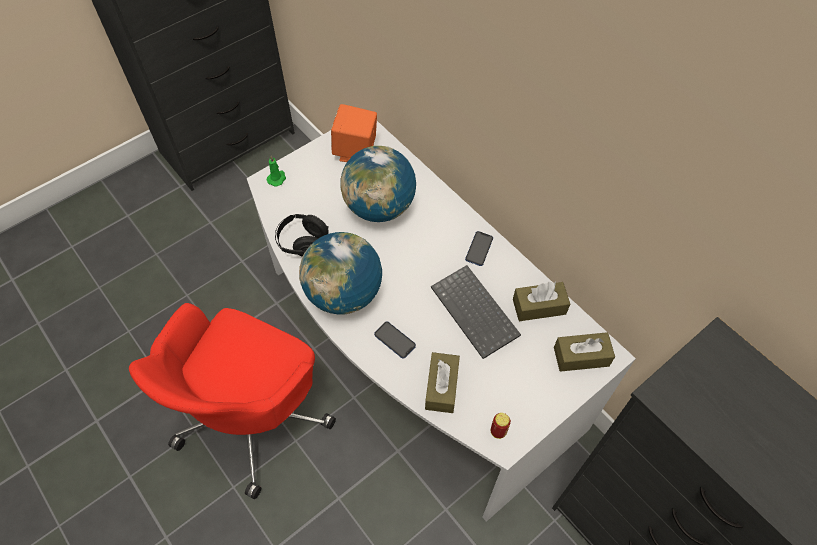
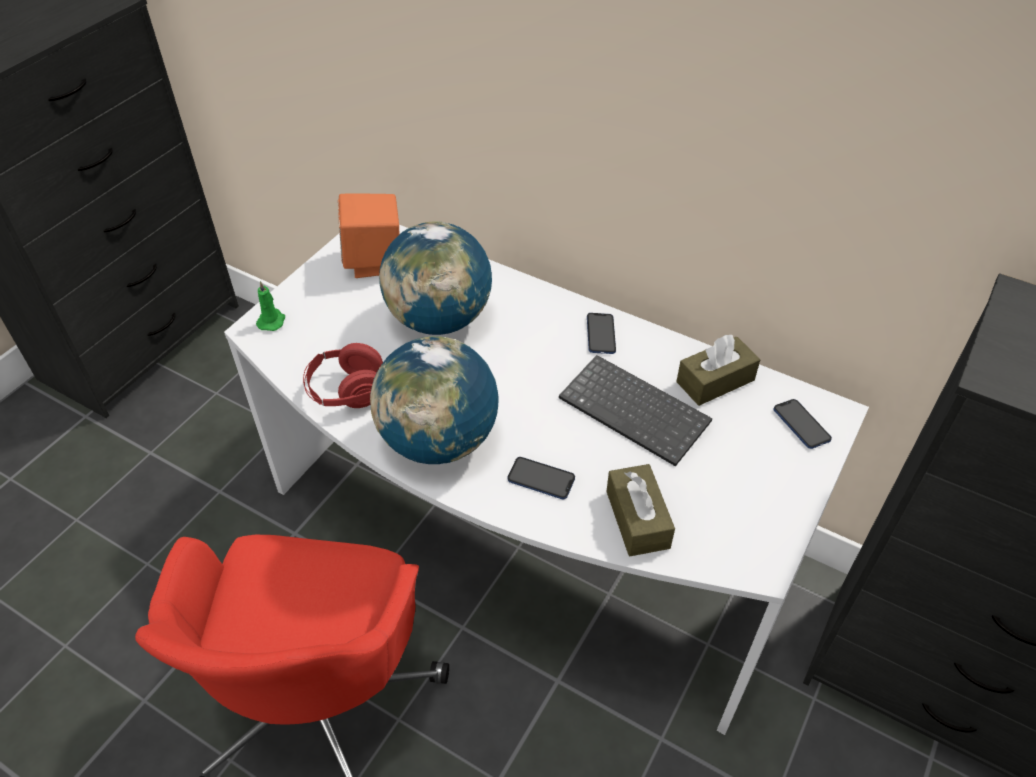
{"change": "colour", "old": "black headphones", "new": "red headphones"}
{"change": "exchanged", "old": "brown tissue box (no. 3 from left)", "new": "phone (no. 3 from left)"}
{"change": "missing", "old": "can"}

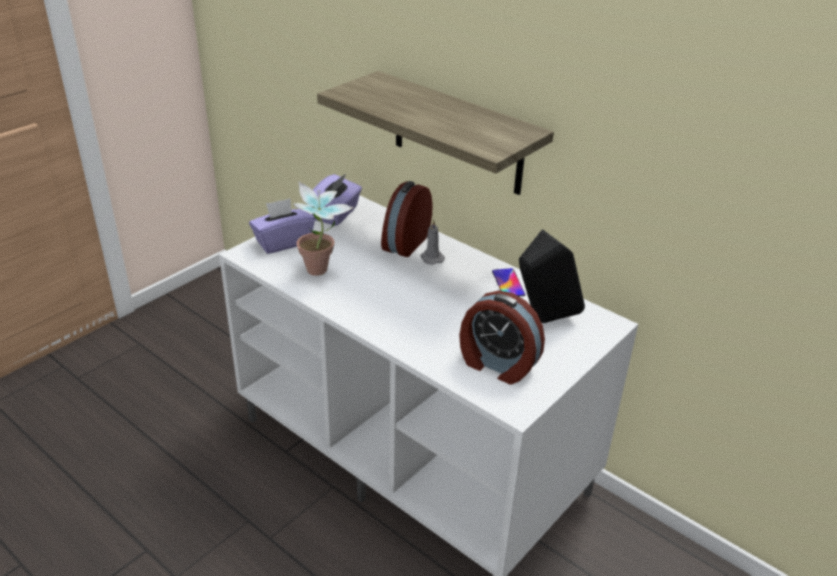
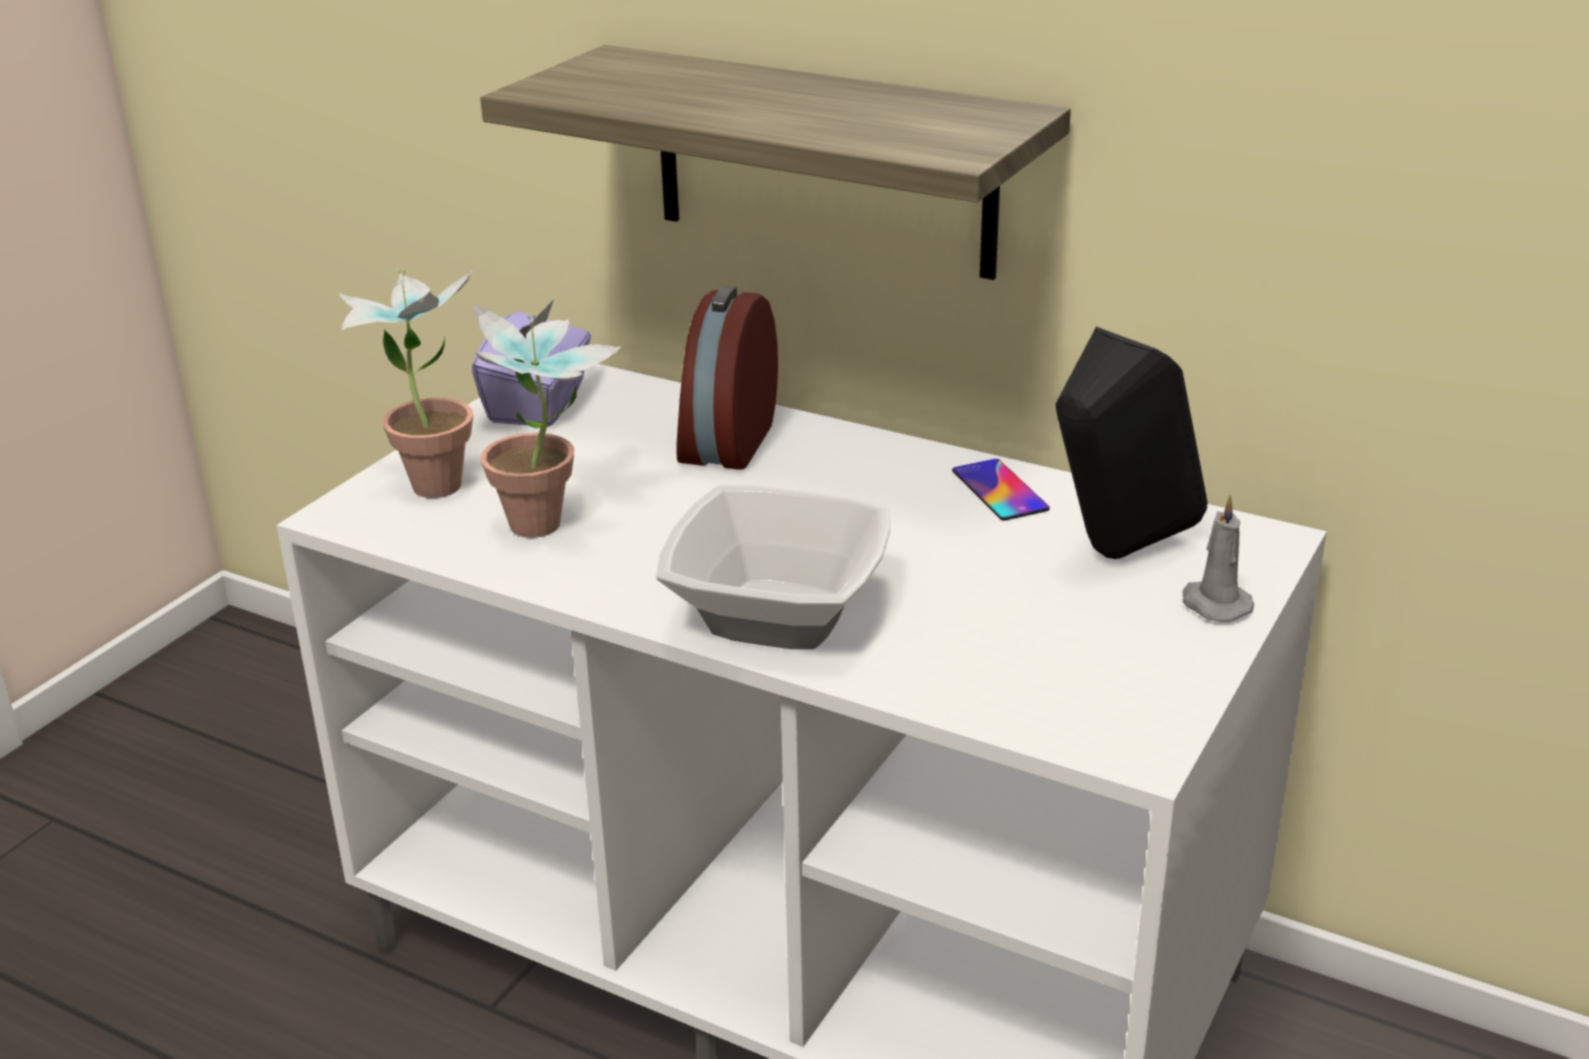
{"change": "exchanged", "old": "purple tissue box (no. 1 from left)", "new": "potted plant (no. 1 from left)"}
{"change": "relocated", "old": "grey candle"}
{"change": "missing", "old": "alarm clock (no. 2 from left)"}
{"change": "appeared", "new": "bowl"}

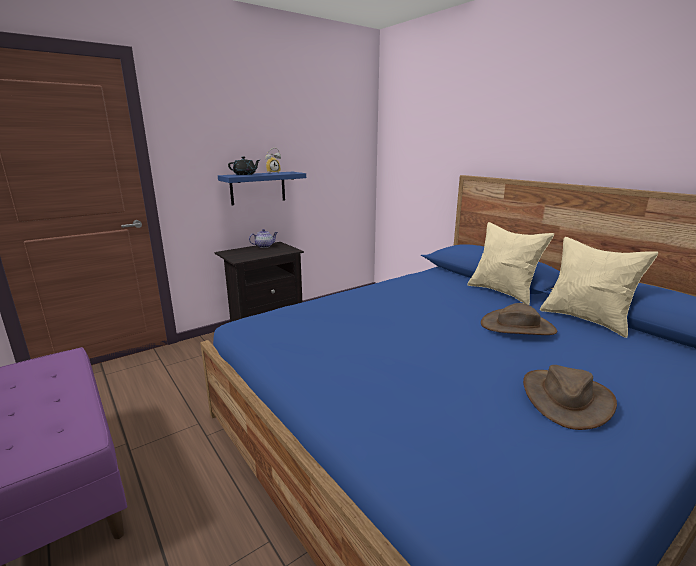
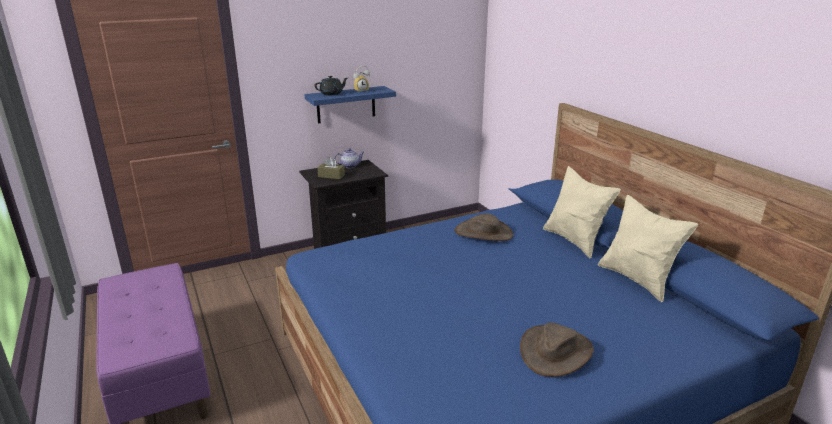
{"change": "relocated", "old": "brown hat (no. 1 from left)"}
{"change": "appeared", "new": "brown tissue box"}

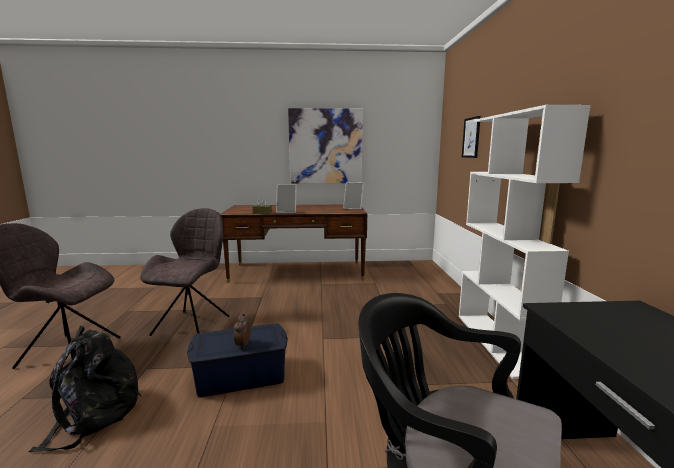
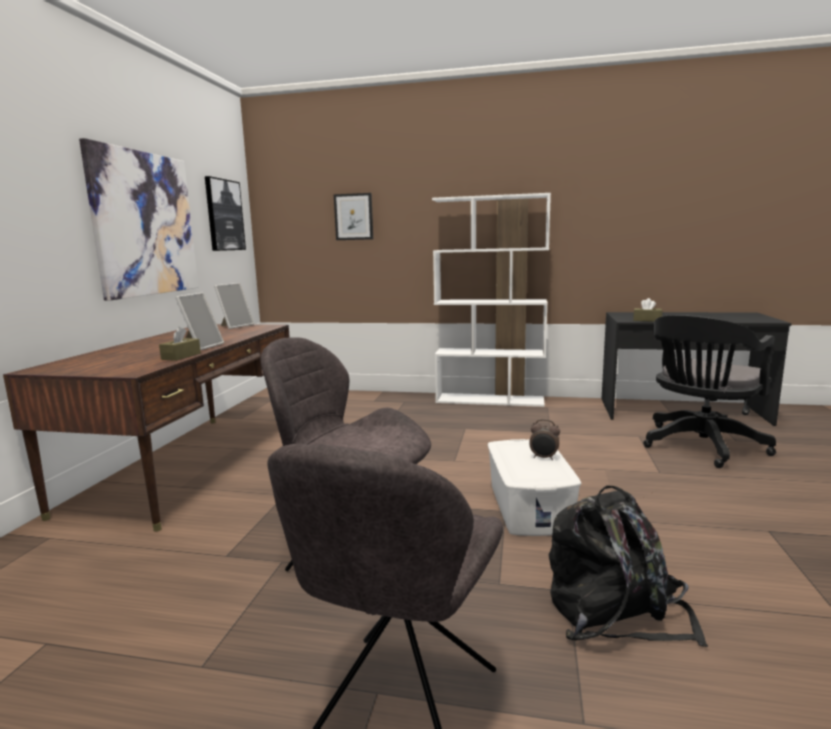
{"change": "colour", "old": "blue storage box", "new": "white storage box"}
{"change": "appeared", "new": "picture (no. 2 from left)"}
{"change": "appeared", "new": "brown tissue box (no. 2 from left)"}

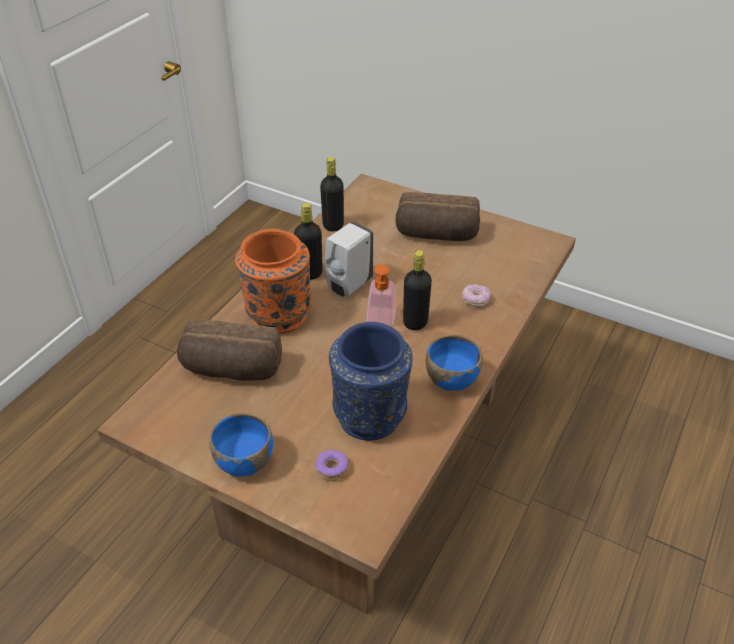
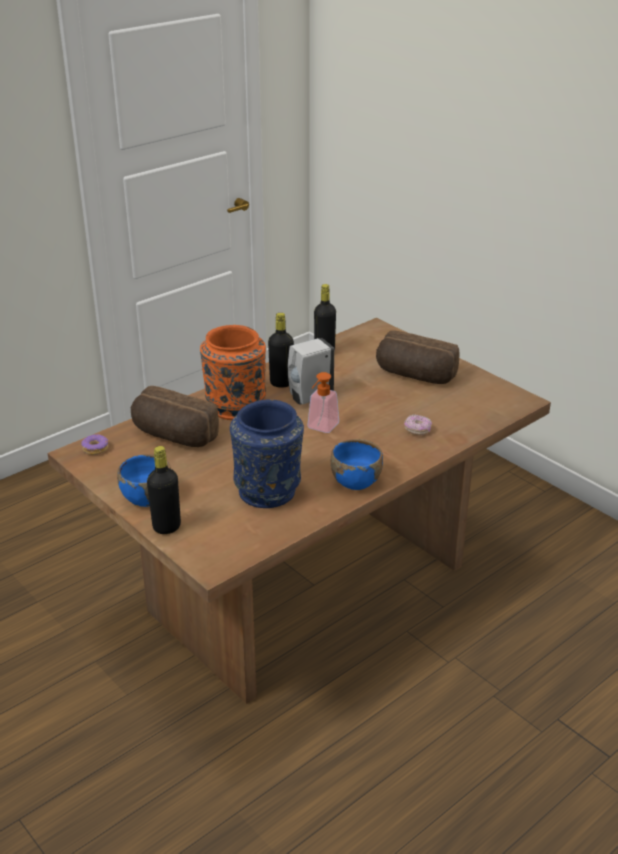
{"change": "relocated", "old": "black bottle (no. 3 from left in the first image)", "new": "black bottle (no. 1 from left)"}
{"change": "relocated", "old": "donut (no. 1 from left)"}

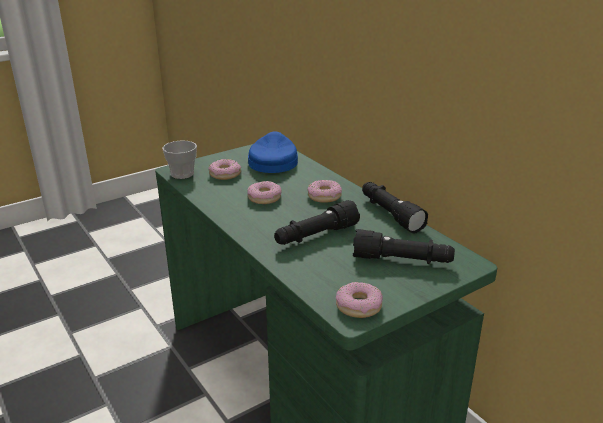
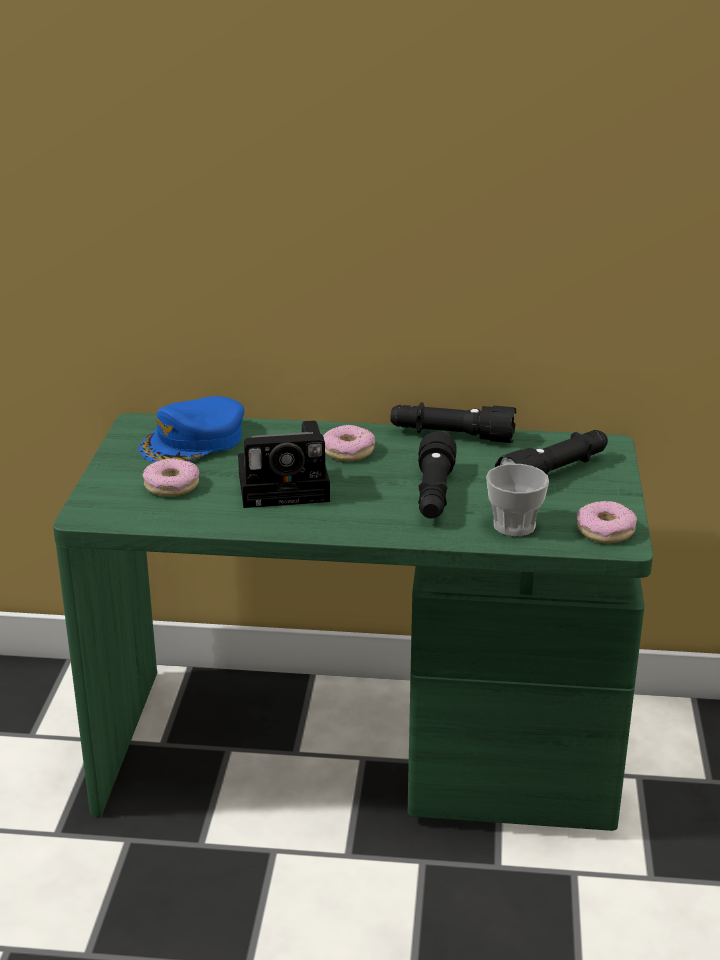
{"change": "spun", "old": "blue cap", "degrees": -90}
{"change": "relocated", "old": "cup"}
{"change": "exchanged", "old": "donut (no. 2 from left)", "new": "photo camera"}

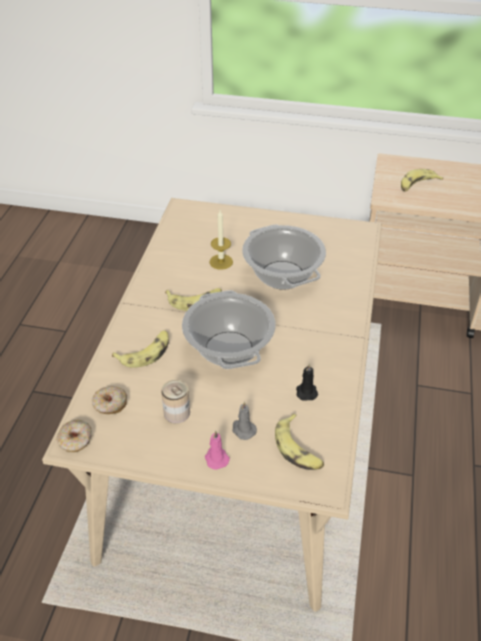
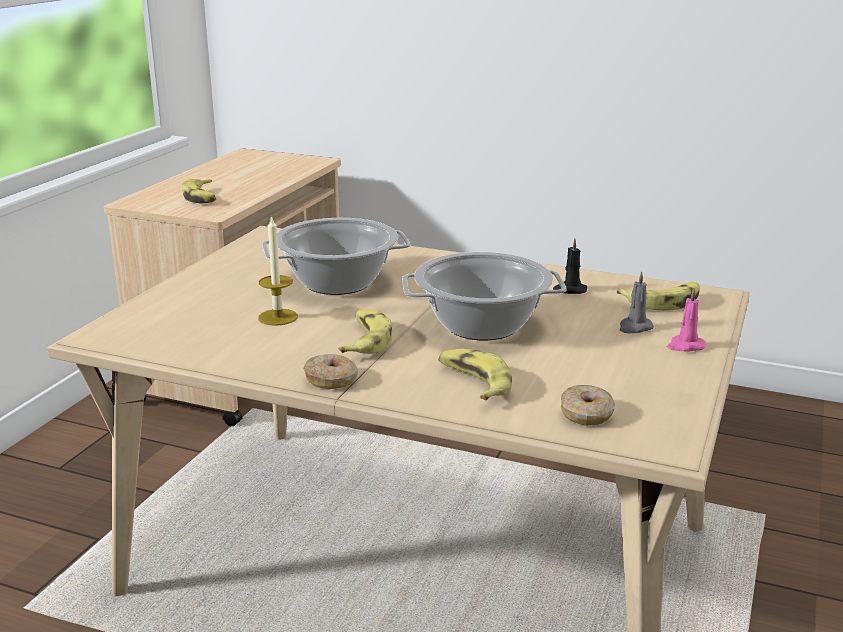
{"change": "missing", "old": "can"}
{"change": "relocated", "old": "donut (no. 1 from left)"}

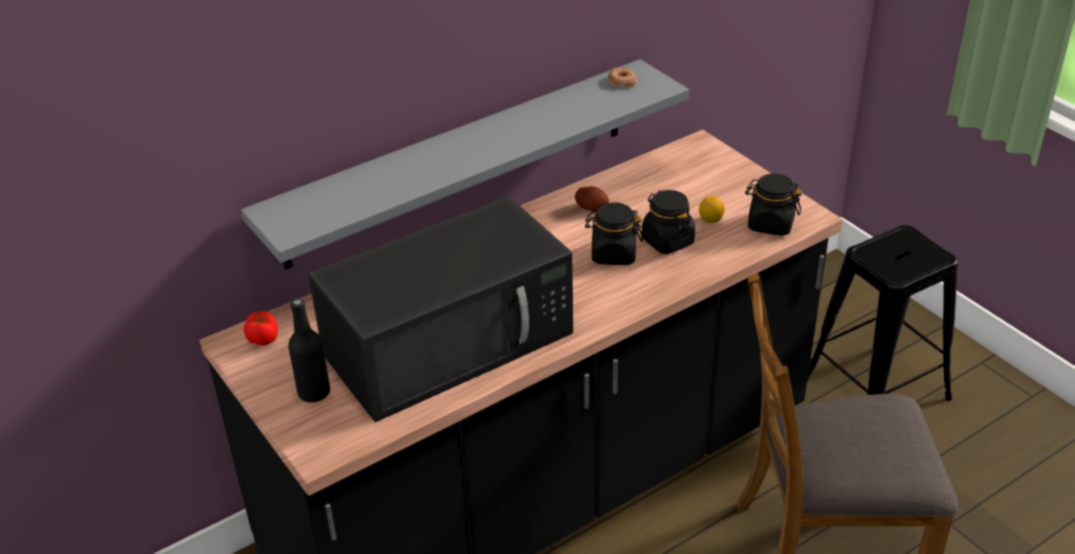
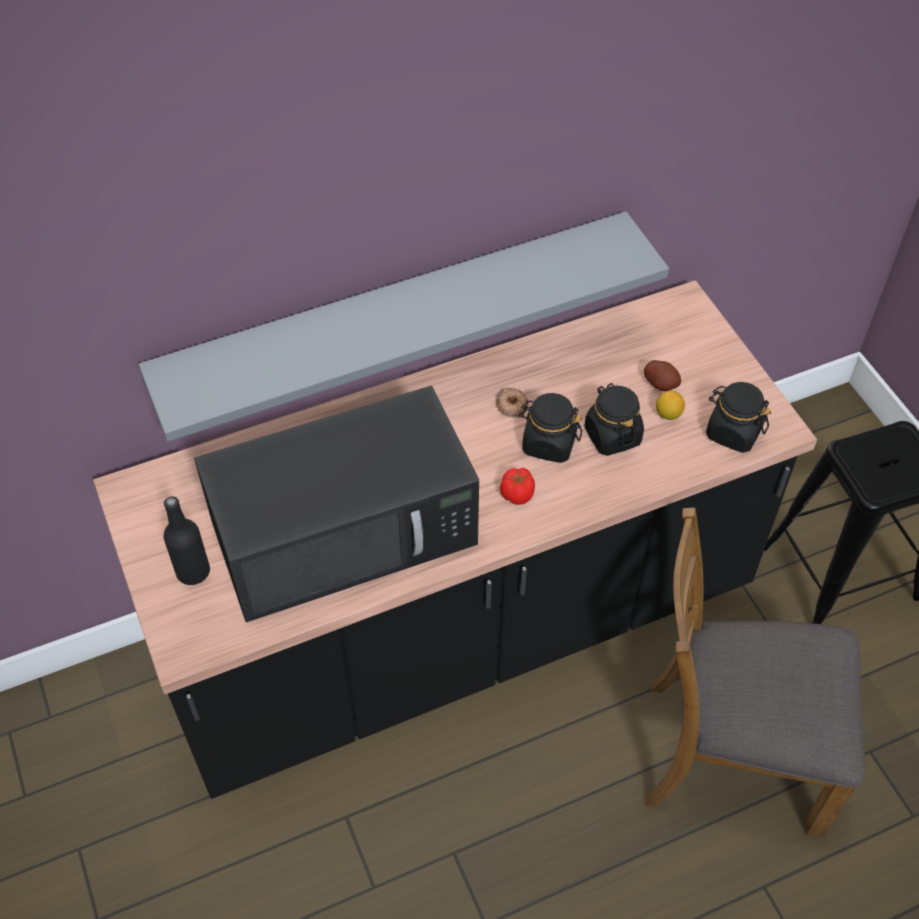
{"change": "relocated", "old": "donut"}
{"change": "relocated", "old": "potato"}
{"change": "relocated", "old": "tomato"}

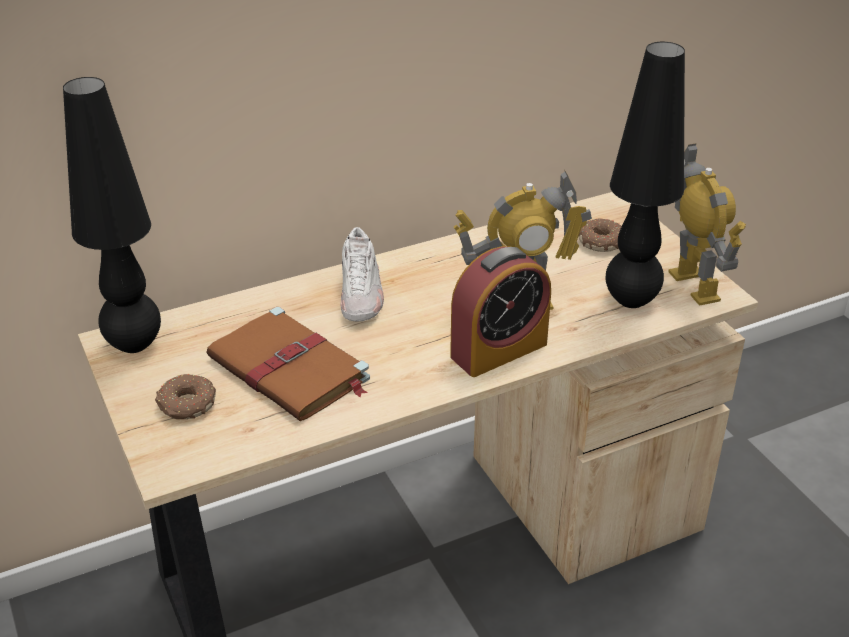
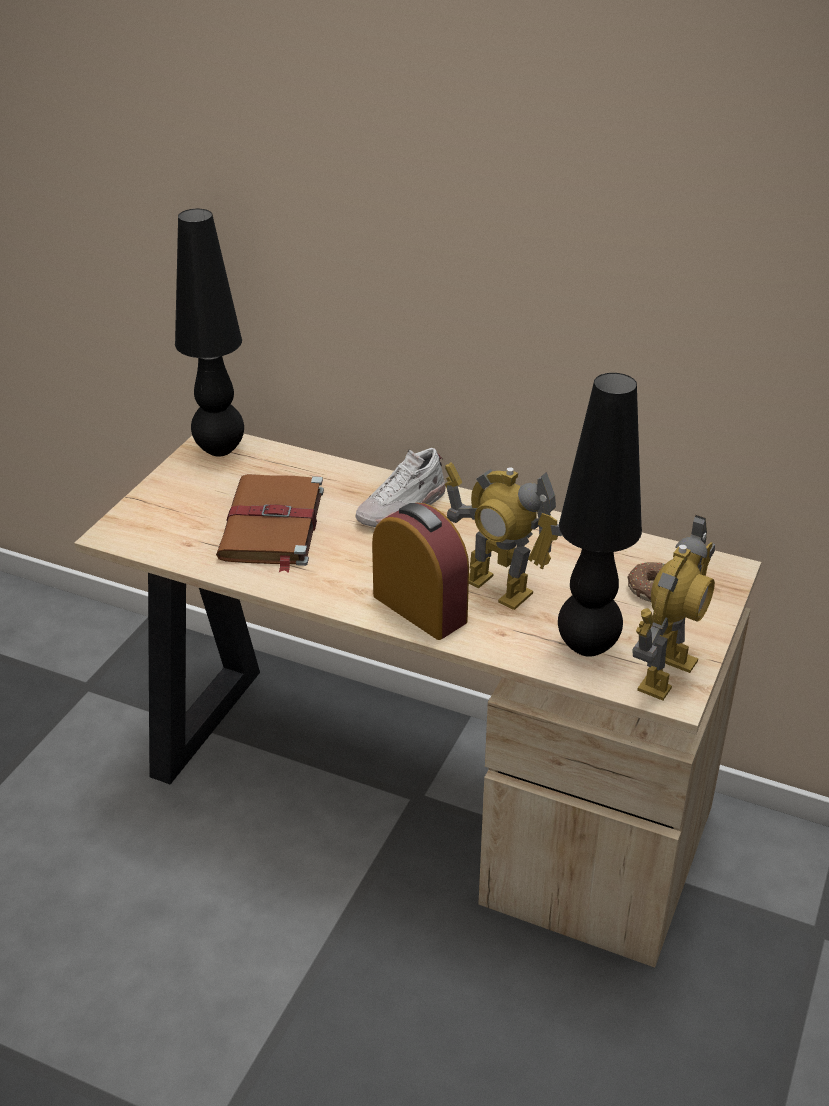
{"change": "spun", "old": "alarm clock", "degrees": -150}
{"change": "missing", "old": "donut (no. 1 from left)"}

